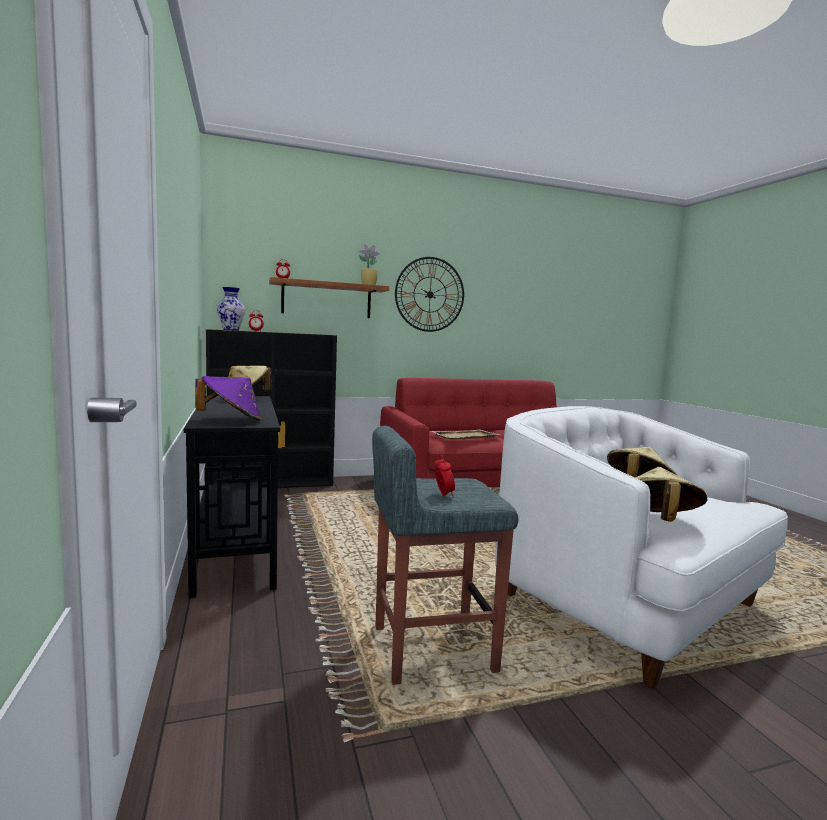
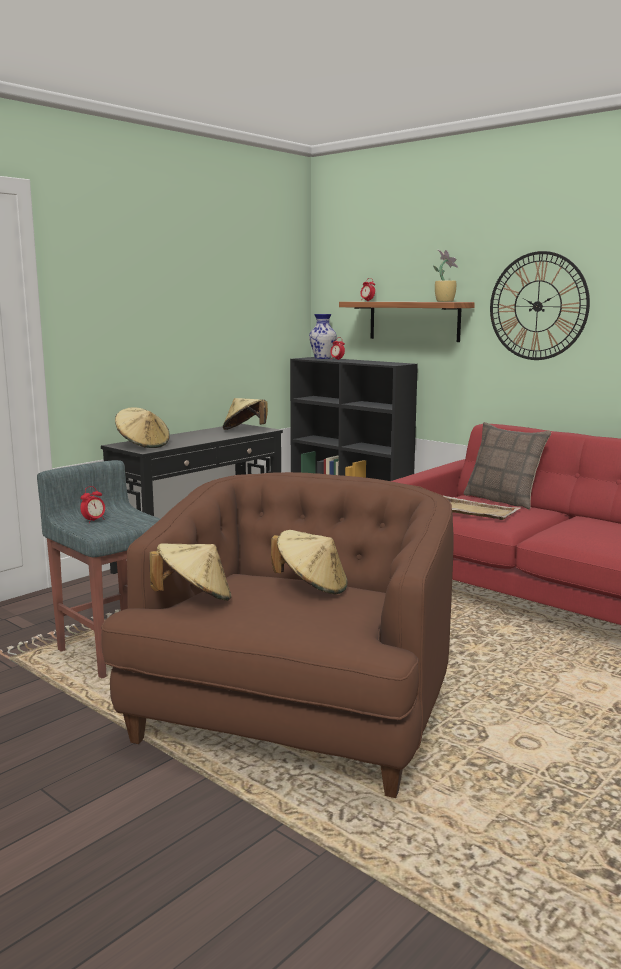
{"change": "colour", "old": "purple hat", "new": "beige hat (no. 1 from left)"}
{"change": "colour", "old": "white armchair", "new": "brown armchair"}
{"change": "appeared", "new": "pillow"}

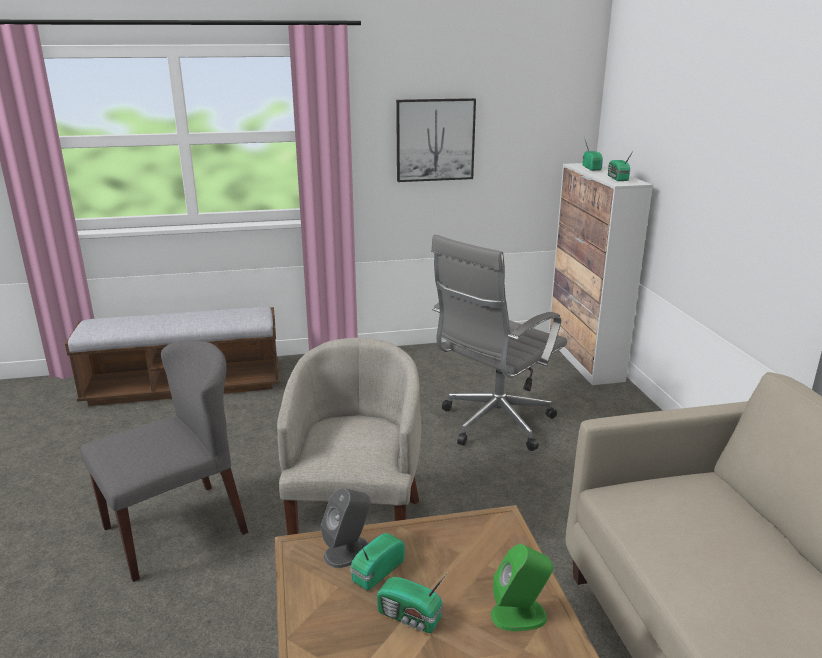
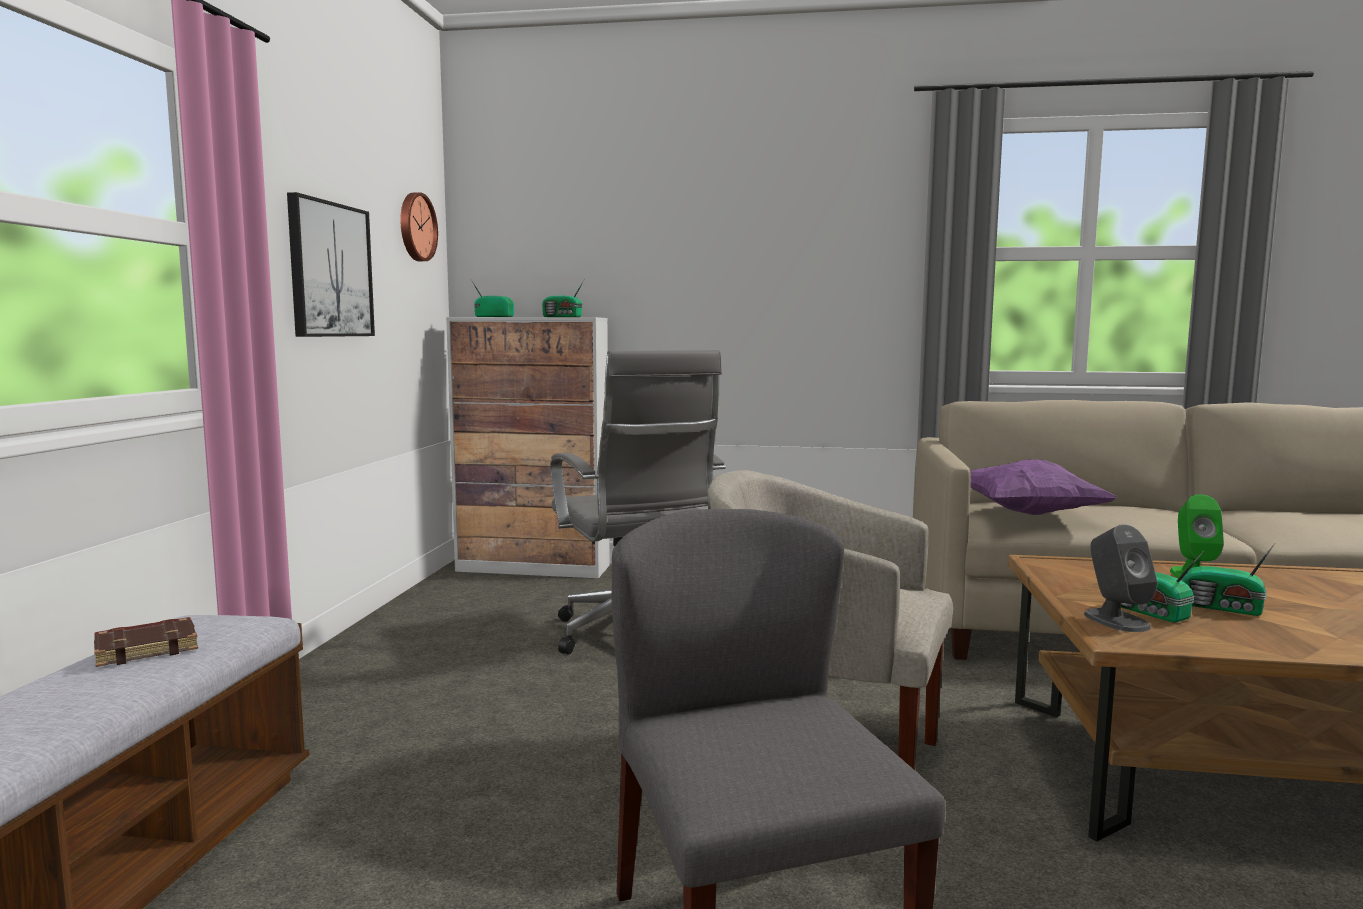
{"change": "spun", "old": "radio (no. 2 from left in the first image)", "degrees": 75}
{"change": "appeared", "new": "wall clock"}
{"change": "appeared", "new": "purple pillow"}
{"change": "appeared", "new": "brown book"}

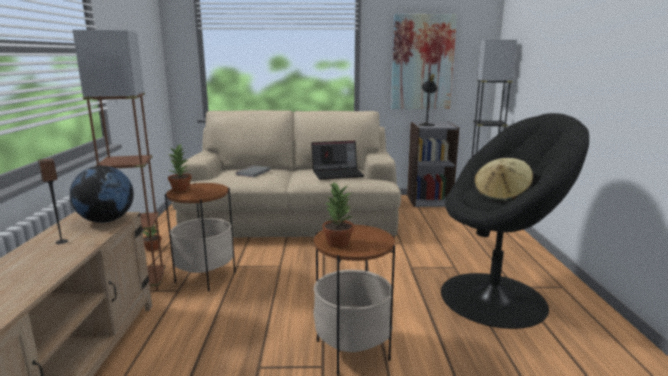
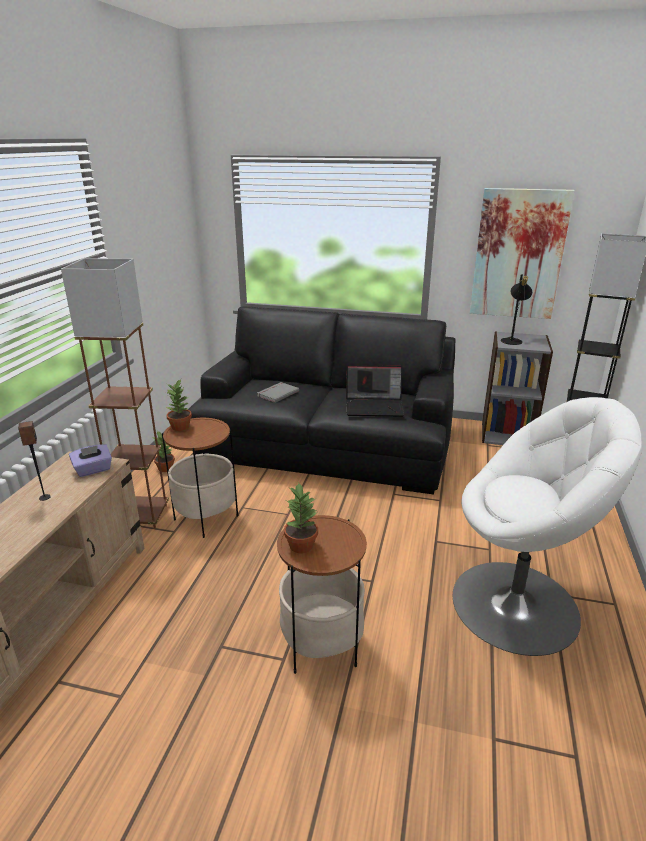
{"change": "colour", "old": "beige sofa", "new": "black sofa"}
{"change": "colour", "old": "black armchair", "new": "white armchair"}
{"change": "missing", "old": "beige hat"}
{"change": "exchanged", "old": "globe", "new": "purple tissue box"}

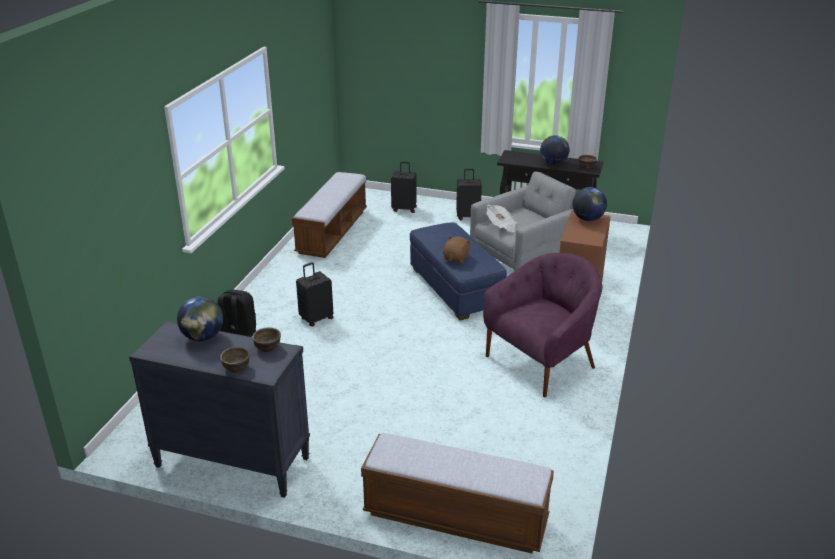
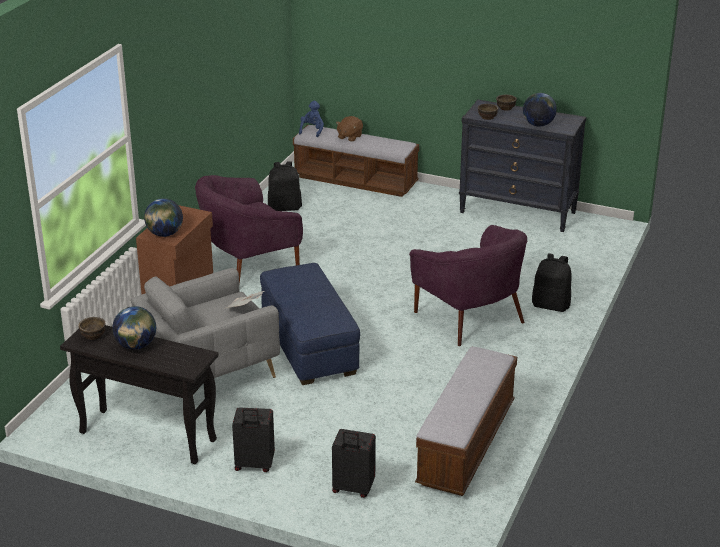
{"change": "relocated", "old": "brown plush toy"}
{"change": "exchanged", "old": "black suitcase (no. 1 from left)", "new": "purple armchair (no. 2 from left)"}
{"change": "appeared", "new": "blue plush toy"}
{"change": "appeared", "new": "black backpack (no. 1 from left)"}

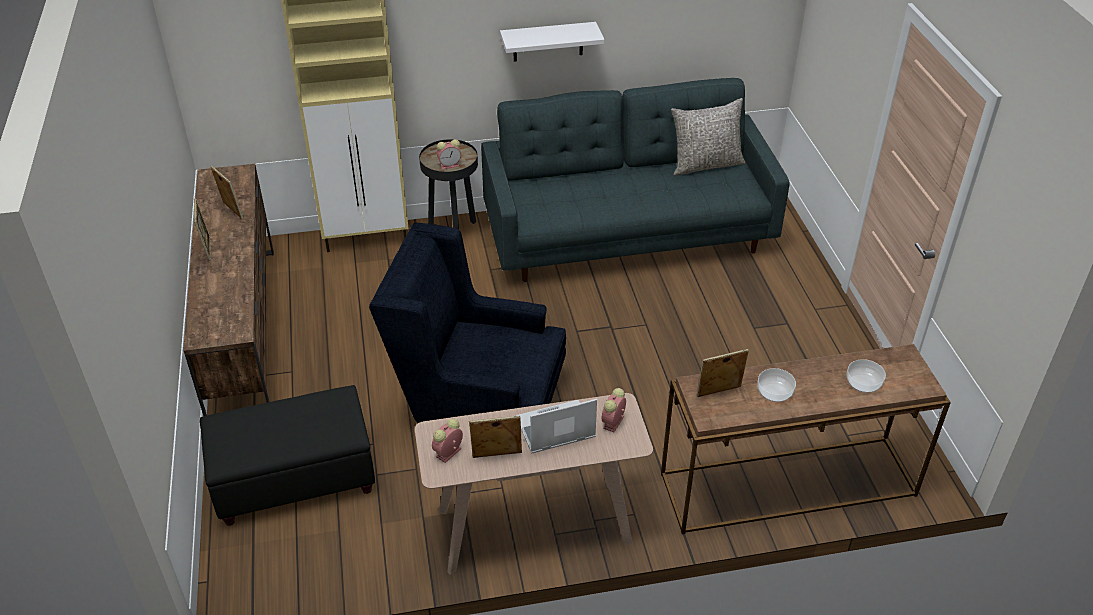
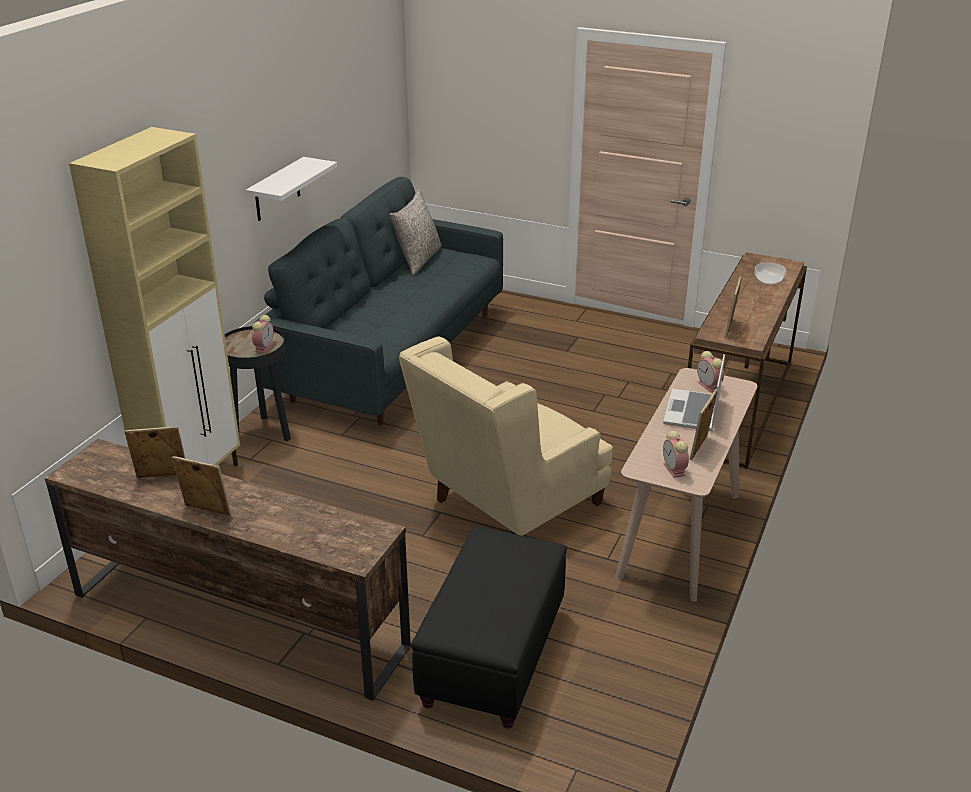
{"change": "colour", "old": "blue armchair", "new": "beige armchair"}
{"change": "missing", "old": "bowl (no. 1 from left)"}

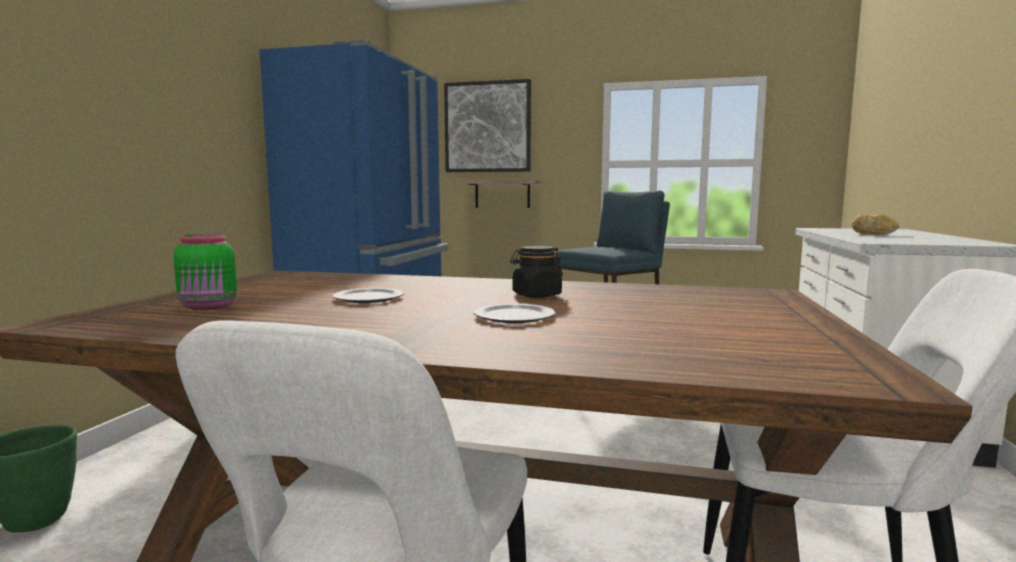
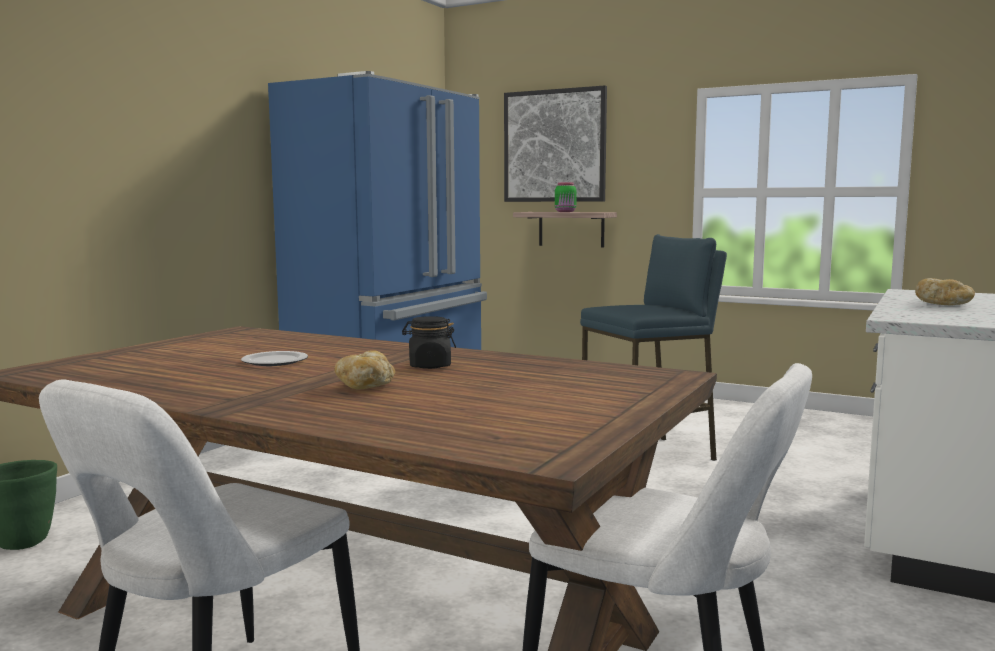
{"change": "relocated", "old": "green jar"}
{"change": "exchanged", "old": "plate (no. 2 from left)", "new": "bread (no. 1 from left)"}

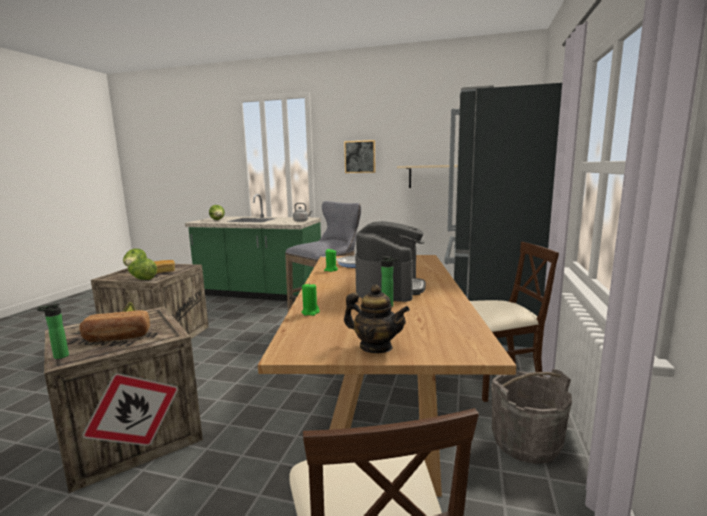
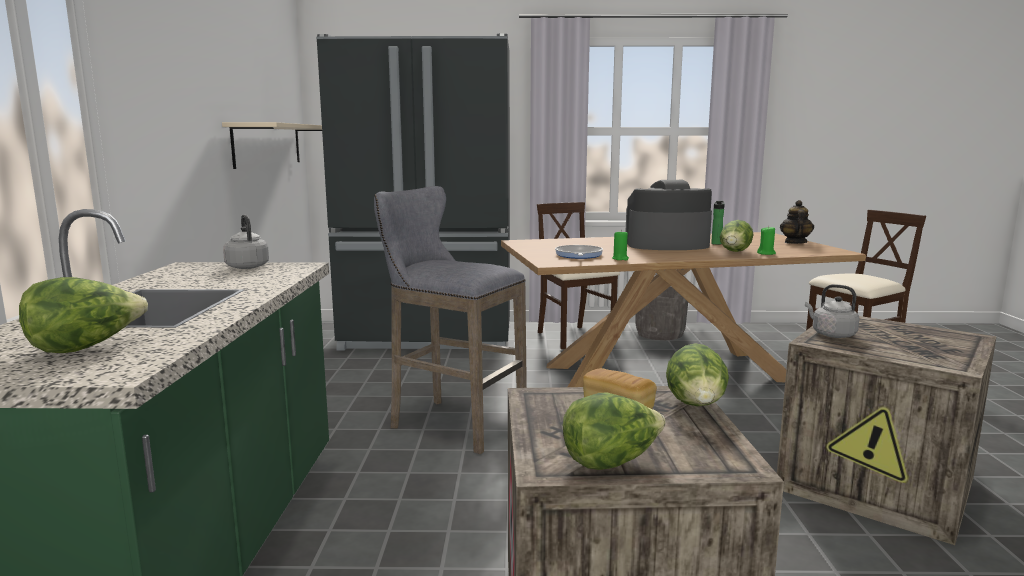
{"change": "missing", "old": "picture"}
{"change": "missing", "old": "bottle (no. 1 from left)"}
{"change": "missing", "old": "bread (no. 1 from left)"}
{"change": "appeared", "new": "lettuce (no. 4 from left)"}
{"change": "appeared", "new": "grey kettle (no. 2 from left)"}

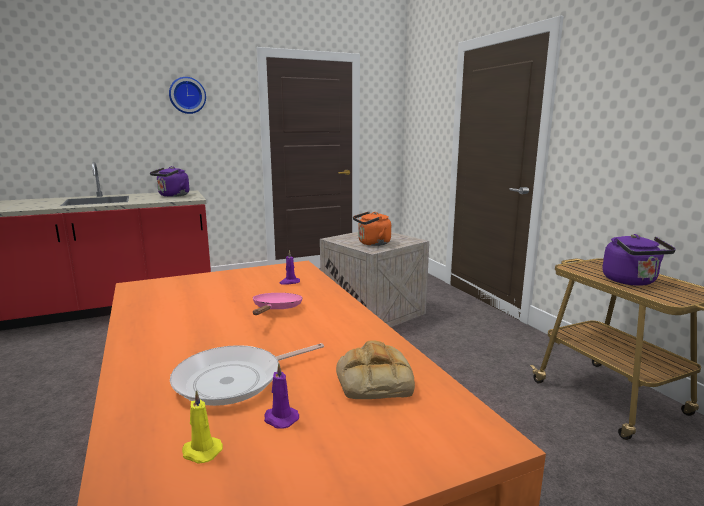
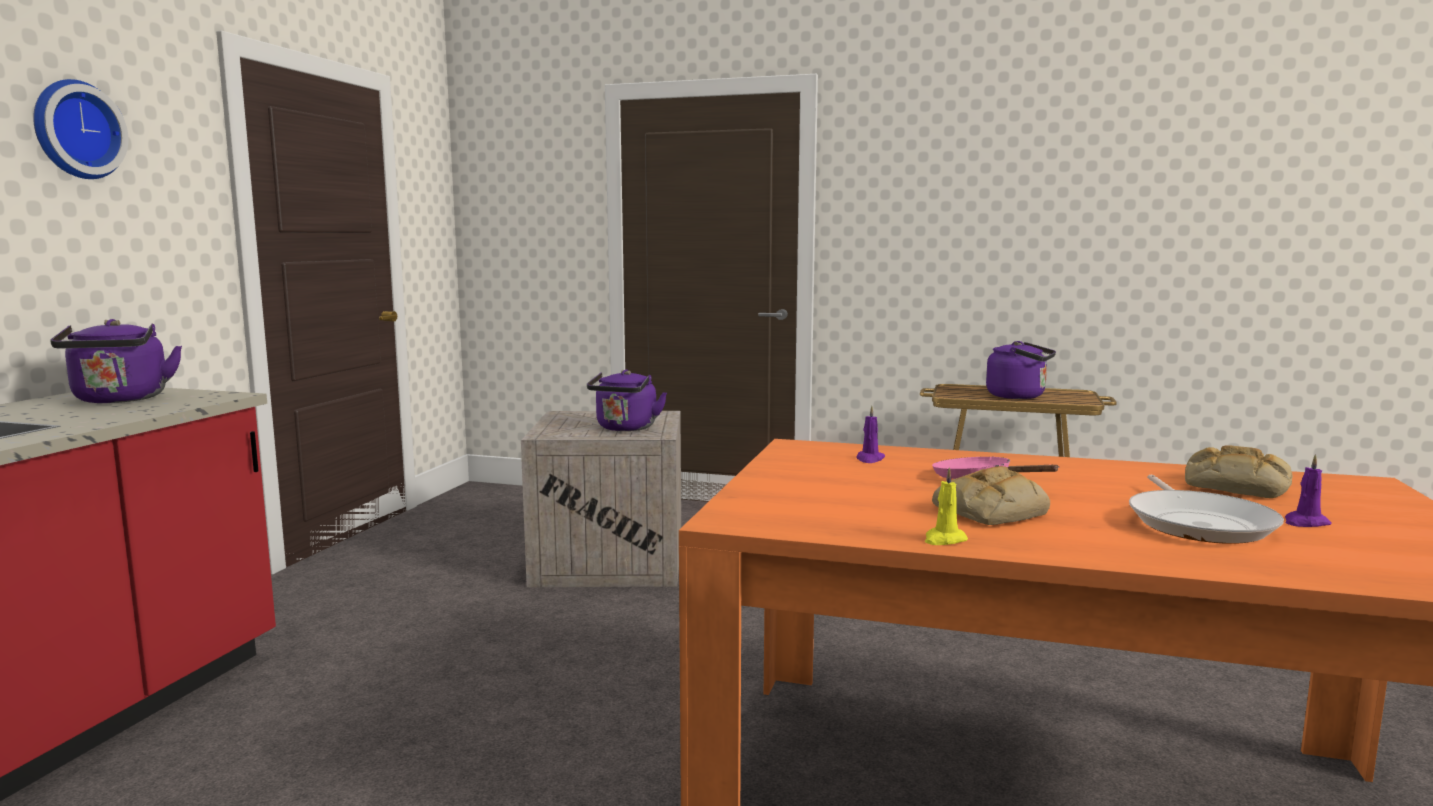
{"change": "colour", "old": "orange kettle", "new": "purple kettle (no. 2 from left)"}
{"change": "relocated", "old": "yellow candle"}
{"change": "appeared", "new": "bread (no. 1 from left)"}

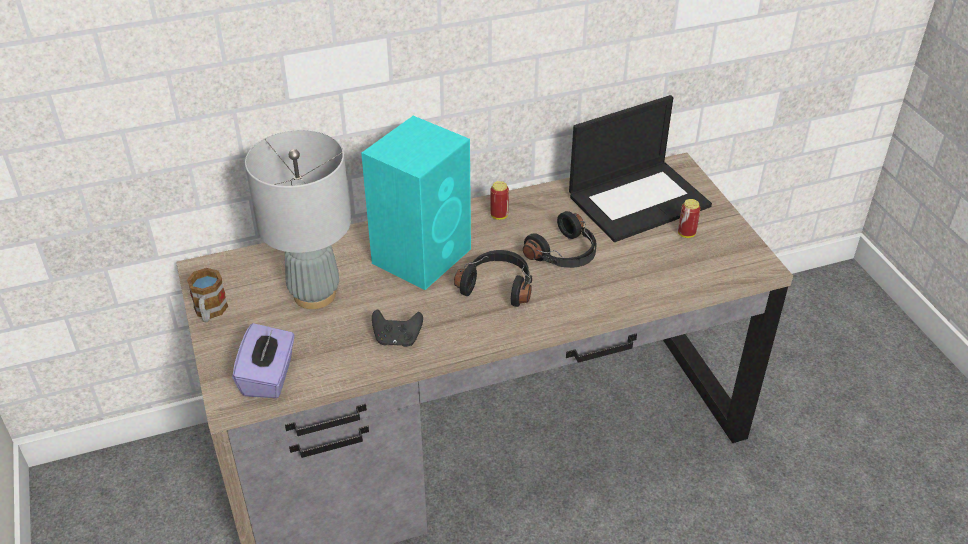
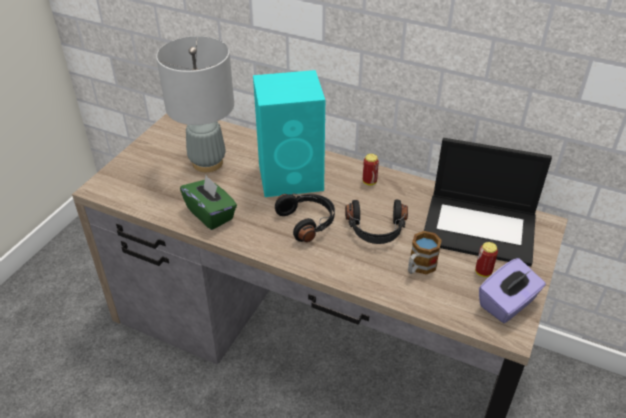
{"change": "relocated", "old": "mug"}
{"change": "exchanged", "old": "black game controller", "new": "green tissue box"}
{"change": "relocated", "old": "purple tissue box"}

